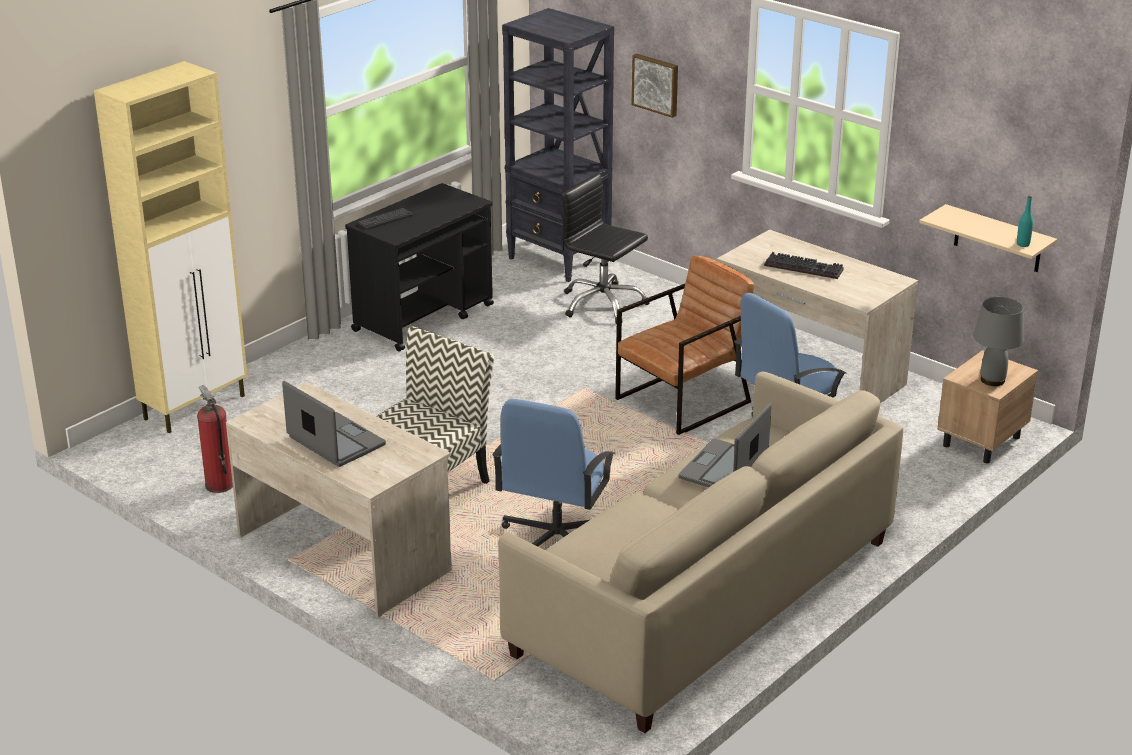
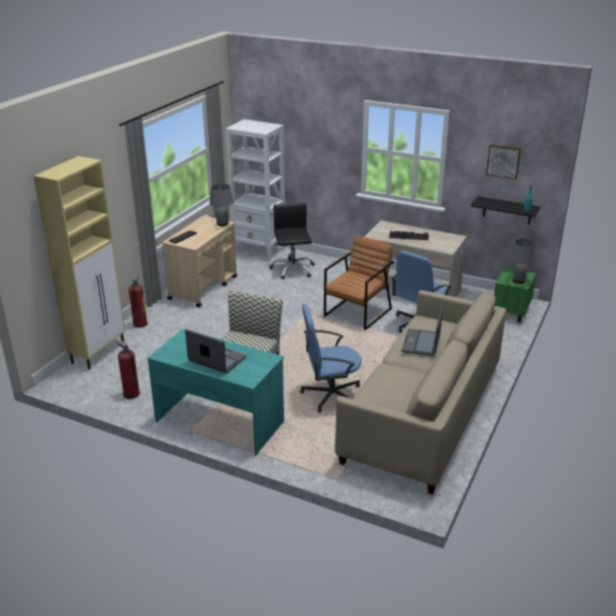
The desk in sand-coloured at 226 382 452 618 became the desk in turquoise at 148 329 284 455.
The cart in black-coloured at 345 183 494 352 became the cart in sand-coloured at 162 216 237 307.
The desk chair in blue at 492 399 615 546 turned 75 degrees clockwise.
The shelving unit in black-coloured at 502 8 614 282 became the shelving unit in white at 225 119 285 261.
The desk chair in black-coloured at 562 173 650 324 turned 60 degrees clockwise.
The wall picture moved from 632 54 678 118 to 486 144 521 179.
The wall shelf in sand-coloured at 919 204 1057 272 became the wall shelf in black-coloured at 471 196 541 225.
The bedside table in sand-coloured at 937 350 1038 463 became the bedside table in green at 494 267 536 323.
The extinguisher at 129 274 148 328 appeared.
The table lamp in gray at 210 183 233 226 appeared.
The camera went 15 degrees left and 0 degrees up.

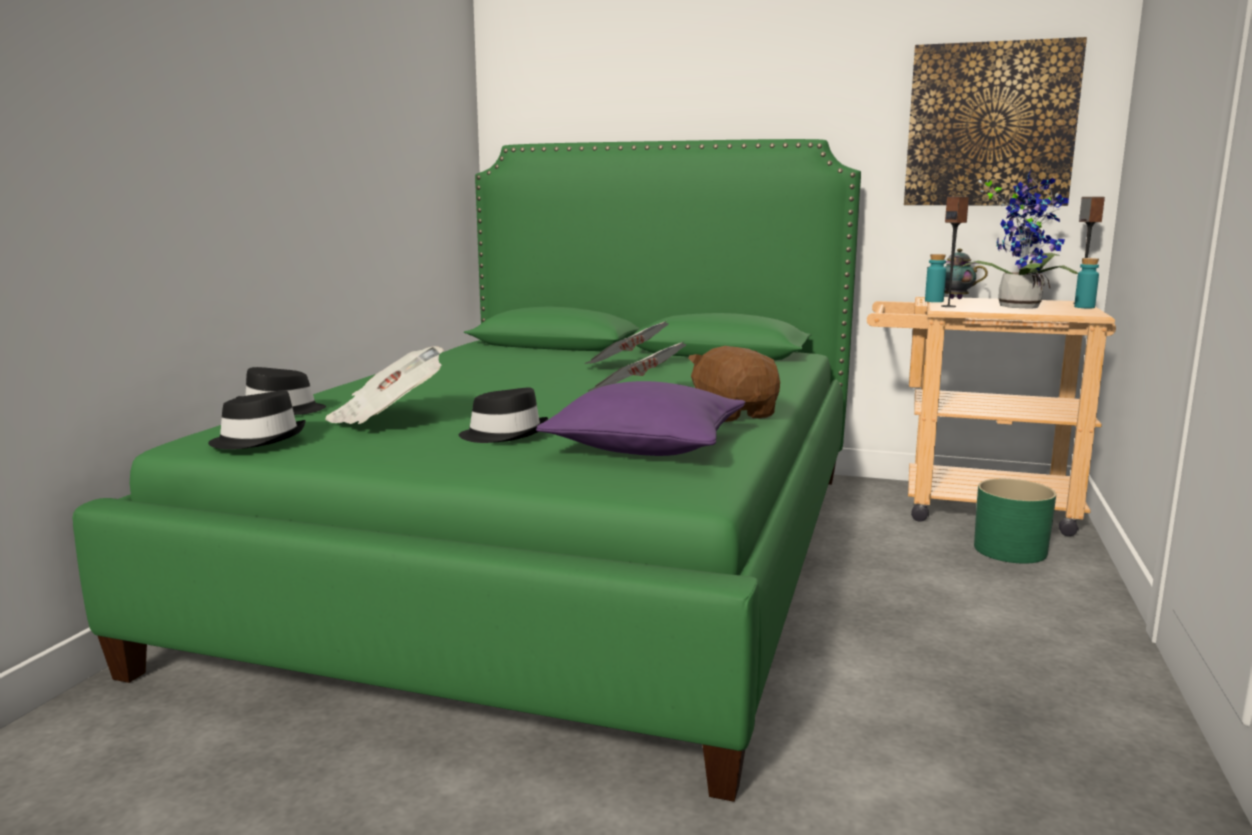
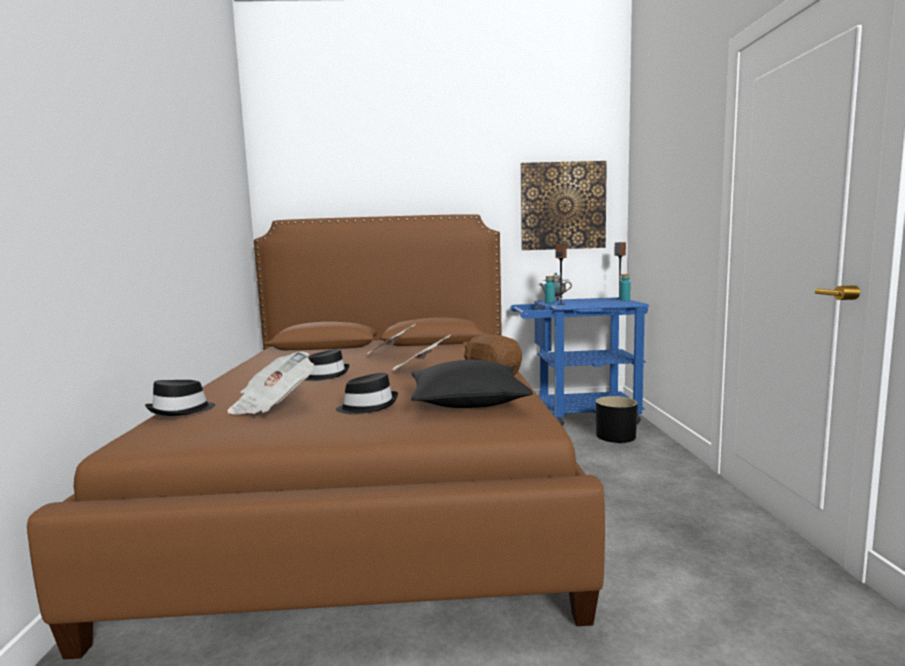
The bedroom bed in green at 72 139 861 802 became the bedroom bed in brown at 27 214 605 660.
The wearable hat in black-coloured moved from 208 390 306 450 to 303 349 349 381.
The pillow in purplish at 536 381 745 456 became the pillow in black-coloured at 411 360 533 408.
The cart in sand-coloured at 867 297 1116 536 became the cart in blue at 510 297 649 426.
The houseplant at 956 170 1078 309 disappeared.
The plant pot in green at 974 479 1056 564 became the plant pot in black-coloured at 596 396 638 443.
The camera went 20 degrees left and 5 degrees down.

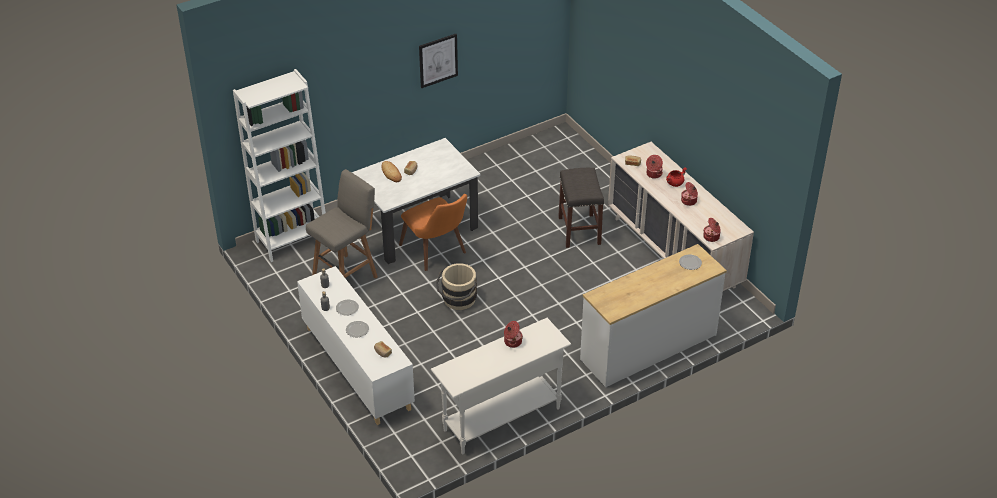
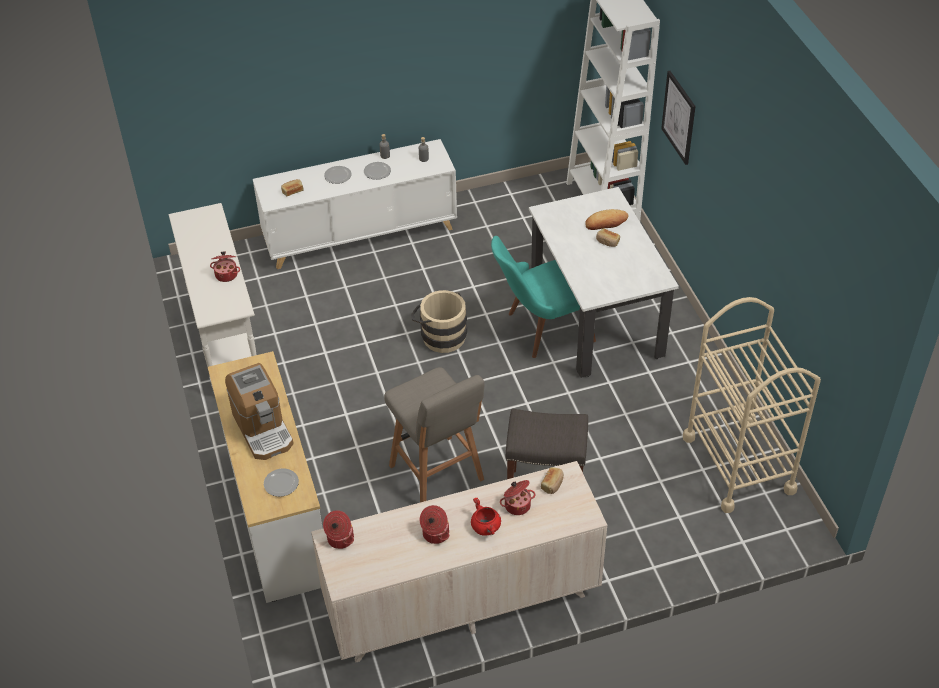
The sitting stool in gray moved from 306 169 378 279 to 384 367 484 502.
The chair in orange-coloured at 399 194 467 271 became the chair in turquoise at 491 236 596 358.
The wall picture moved from 419 34 458 88 to 661 71 696 165.
The coffee brewer at 225 363 294 460 appeared.
The cart in sand-coloured at 683 297 821 513 appeared.
The camera went 105 degrees right and 5 degrees up.

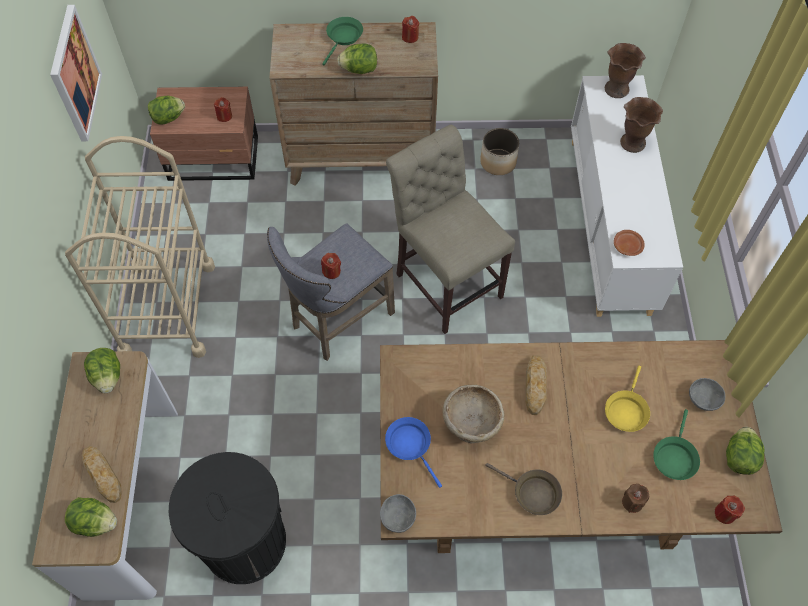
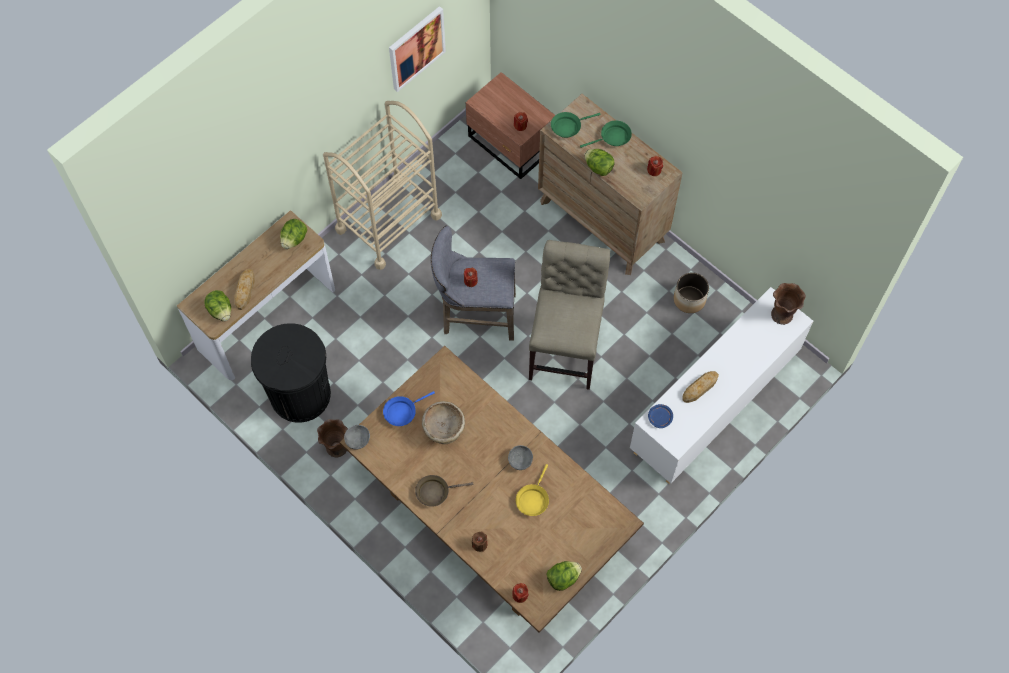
The lettuce head at 148 96 185 125 disappeared.
The skillet in blue at 385 417 442 488 turned 135 degrees counterclockwise.
The skillet in brown at 485 463 562 515 turned 90 degrees clockwise.
The bread moved from 525 355 547 415 to 682 371 719 403.
The skillet in yellow-coloured at 605 365 650 432 turned 45 degrees counterclockwise.
The flat dish in brown at 614 230 645 256 became the flat dish in blue at 648 404 673 428.
The vase in brown moved from 620 97 663 153 to 317 419 348 457.
The skillet in green moved from 653 409 700 480 to 551 112 600 138.
The deep dish in gray moved from 689 378 725 411 to 508 445 533 470.
The camera went 45 degrees right and 5 degrees up.

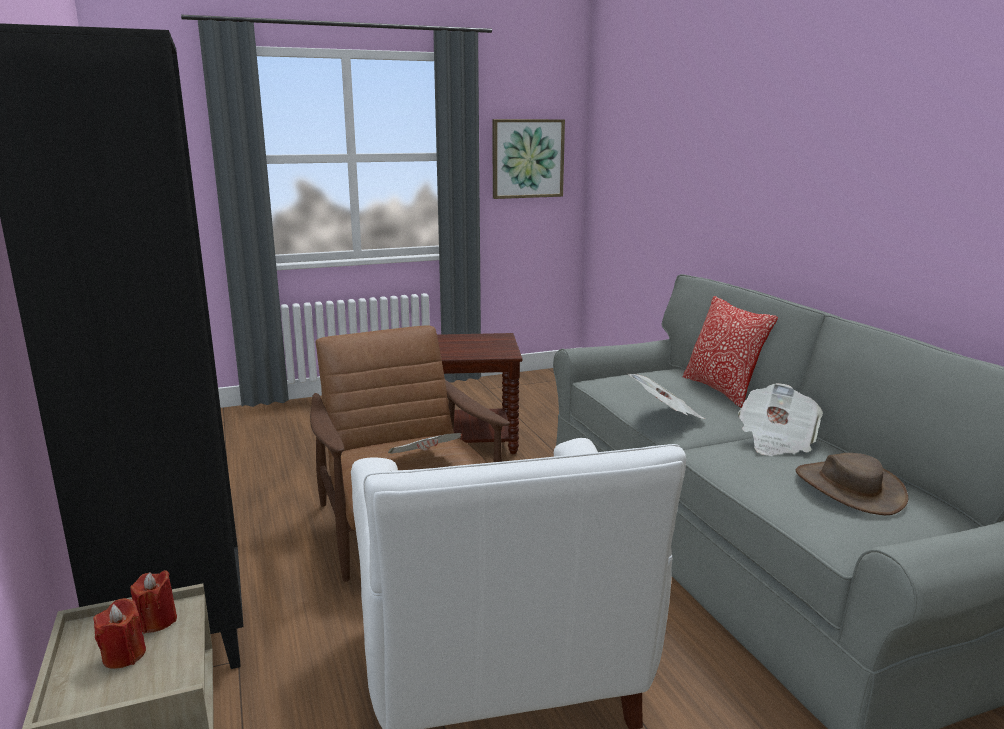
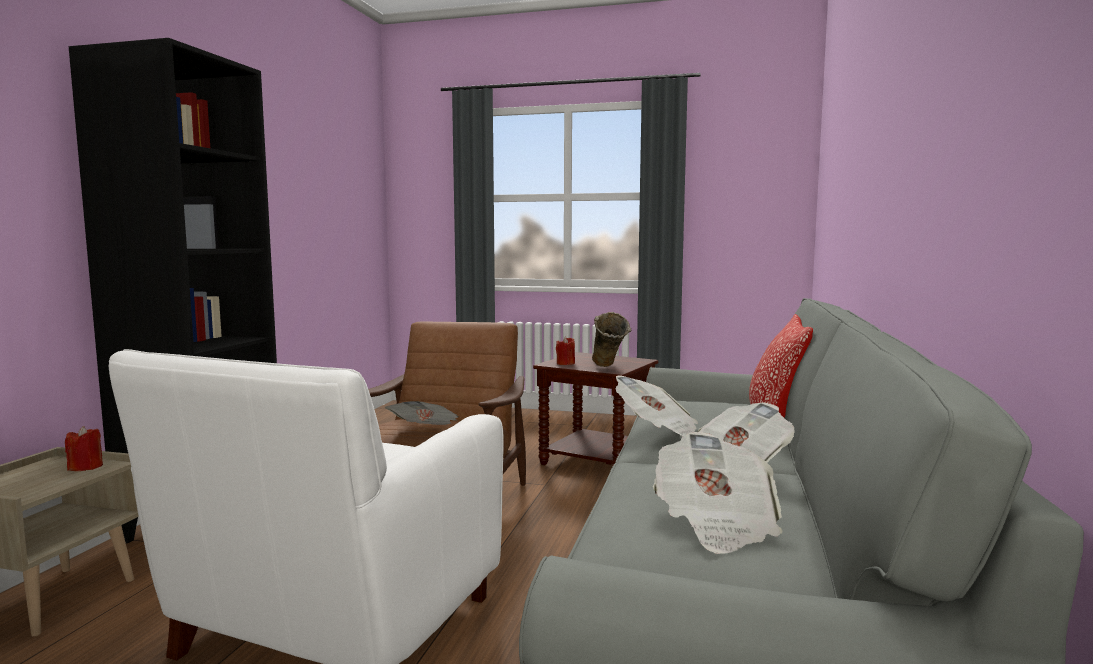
The candle in red-coloured moved from 93 598 146 669 to 556 337 575 365.
The wall picture at 492 119 565 199 disappeared.
The wearable hat in brown at 796 453 908 515 was replaced by the printed paper at 653 432 782 554.
The vase in sand-coloured at 592 312 631 367 appeared.
The camera went 35 degrees right and 10 degrees down.

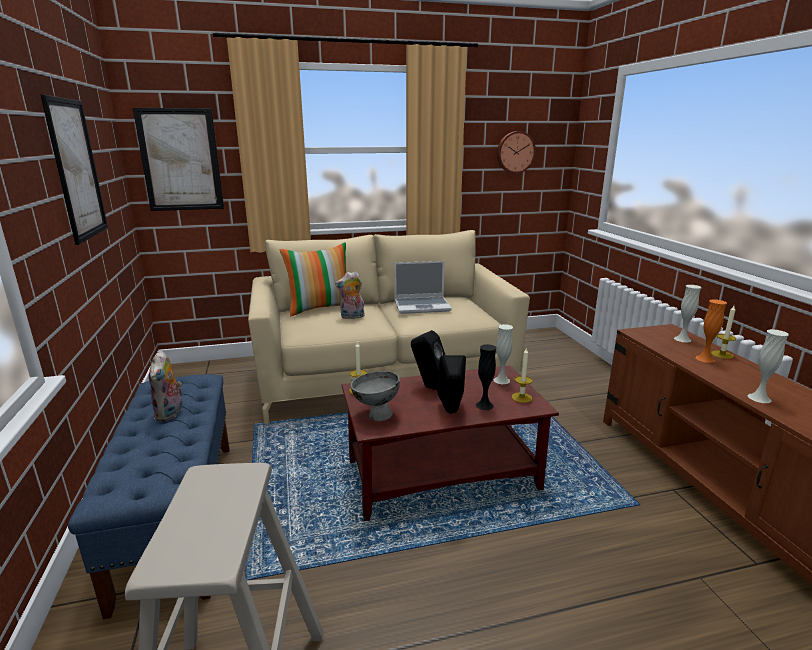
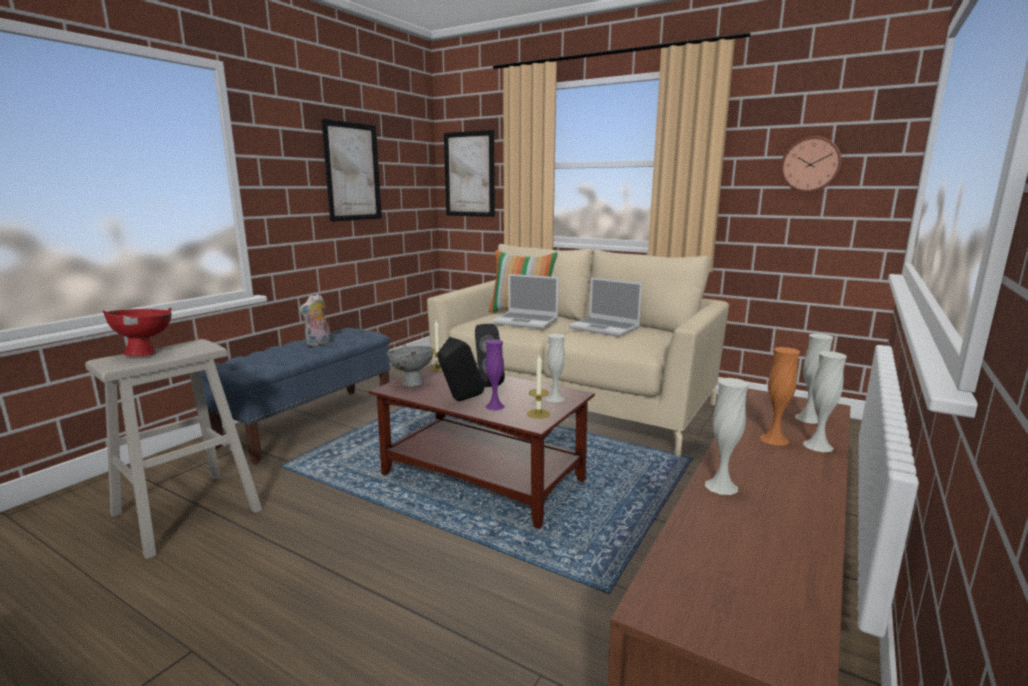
The cuddly toy at 335 271 365 319 was replaced by the laptop at 492 274 559 329.
The vase in black-coloured at 476 344 496 410 became the vase in purplish at 485 339 505 410.
The candle at 711 306 736 359 was replaced by the vase in white at 802 351 847 452.
The deep dish in red-coloured at 103 308 172 356 appeared.
The camera went 45 degrees right and 5 degrees down.

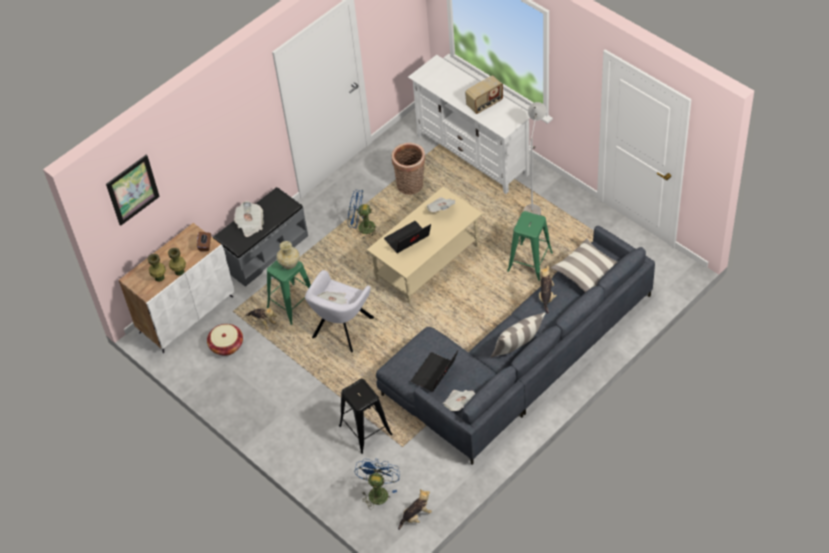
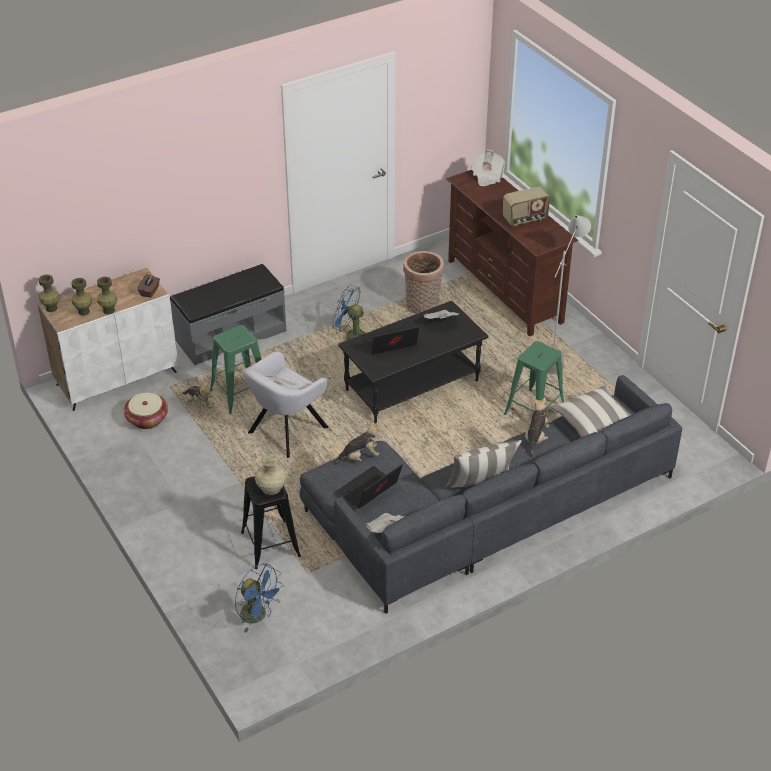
The wall picture at 106 155 160 226 disappeared.
The printed paper moved from 234 201 263 237 to 471 150 505 186.
The vase in sand-coloured moved from 276 241 299 269 to 255 454 286 495.
The cooling fan in blue at 355 459 400 510 turned 105 degrees clockwise.
The lounge table in sand-coloured at 367 187 482 304 became the lounge table in black-coloured at 338 301 488 423.
The cuddly toy moved from 398 489 432 530 to 334 420 381 465.
The tv unit in white at 408 55 530 194 became the tv unit in brown at 446 170 579 337.
The vase in green at 38 275 60 312 appeared.
The camera went 10 degrees right and 10 degrees down.

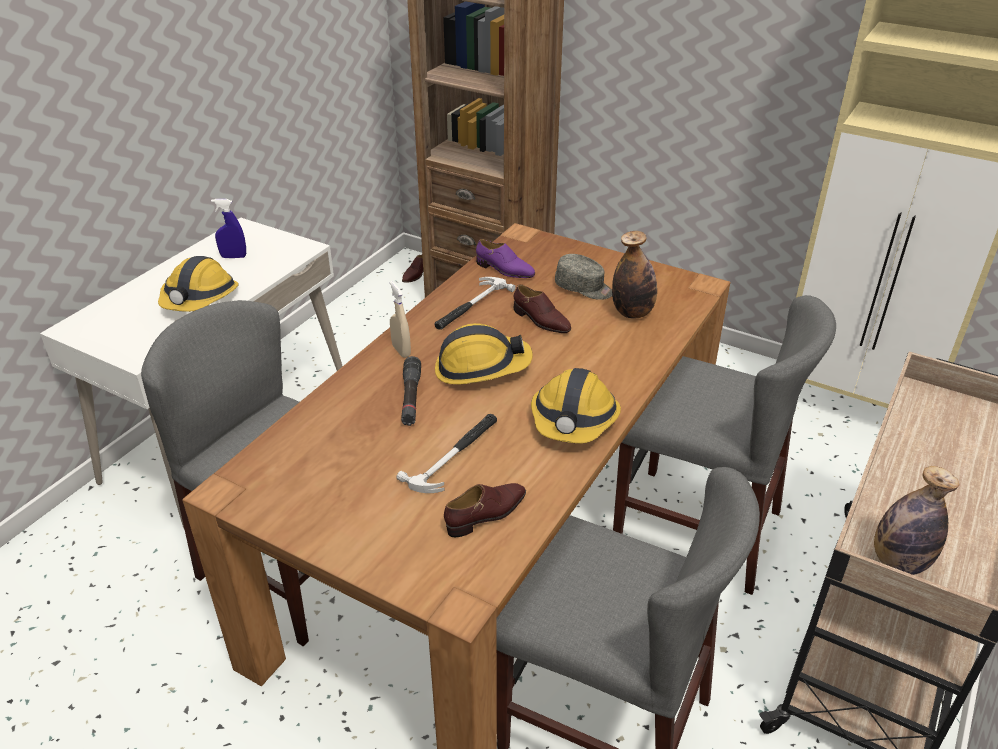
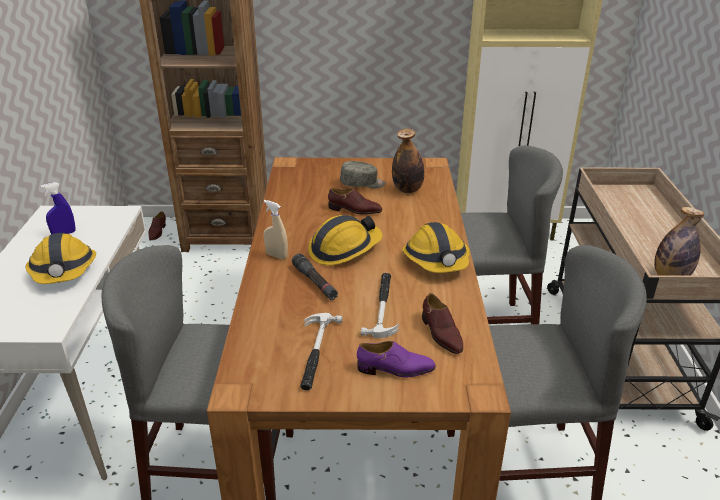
The tool hammer moved from 434 277 515 330 to 300 313 343 390.
The item of footwear in brown at 444 483 526 537 turned 135 degrees clockwise.
The item of footwear in purplish moved from 476 239 535 278 to 357 341 436 377.
The camera went 30 degrees left and 5 degrees down.

